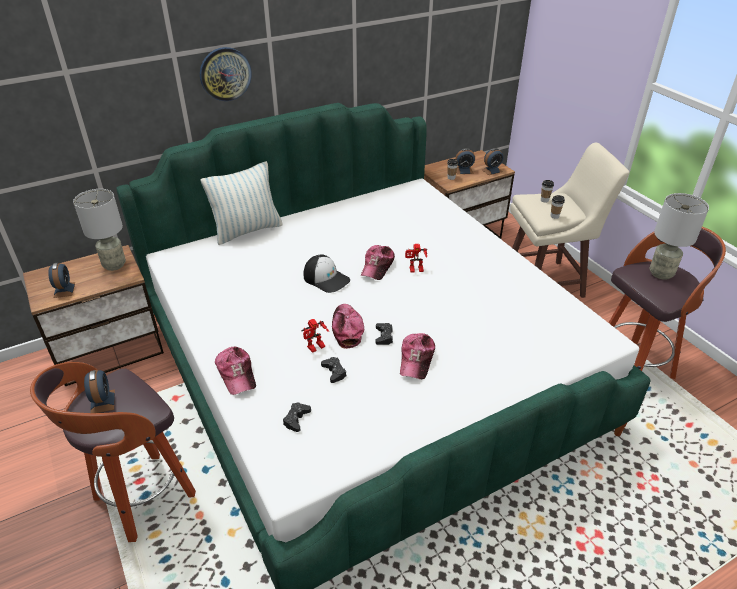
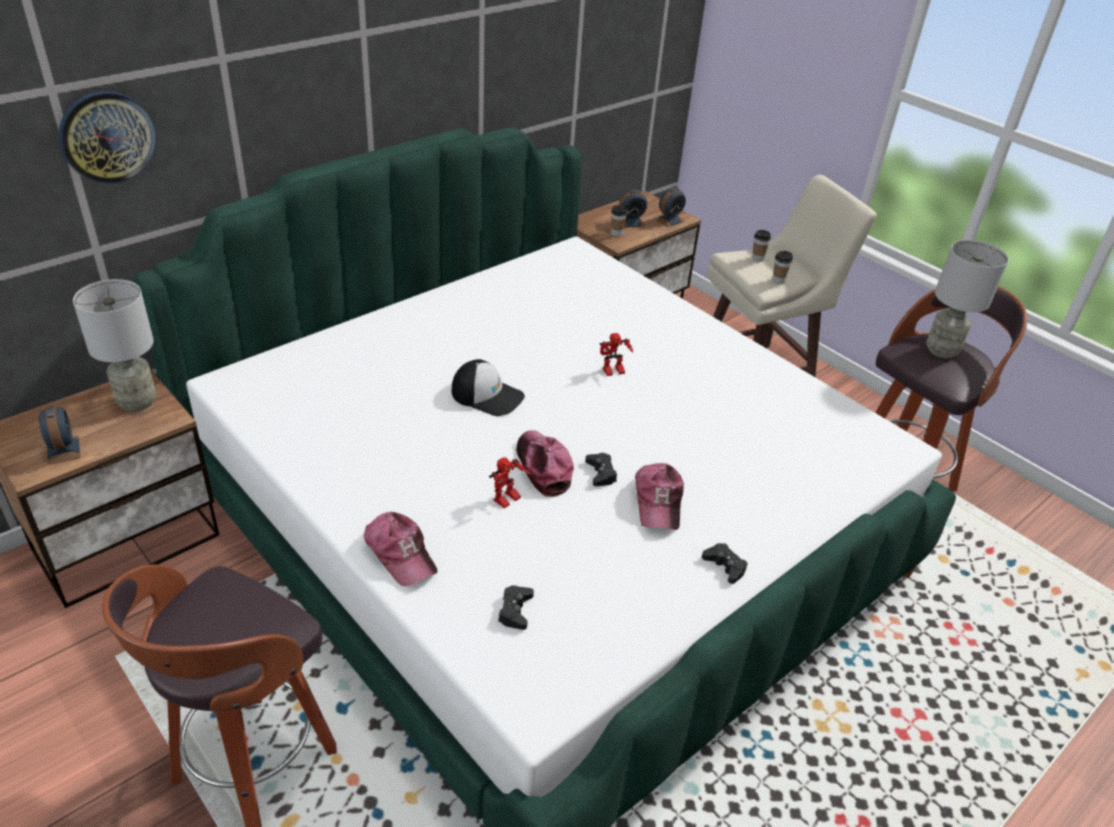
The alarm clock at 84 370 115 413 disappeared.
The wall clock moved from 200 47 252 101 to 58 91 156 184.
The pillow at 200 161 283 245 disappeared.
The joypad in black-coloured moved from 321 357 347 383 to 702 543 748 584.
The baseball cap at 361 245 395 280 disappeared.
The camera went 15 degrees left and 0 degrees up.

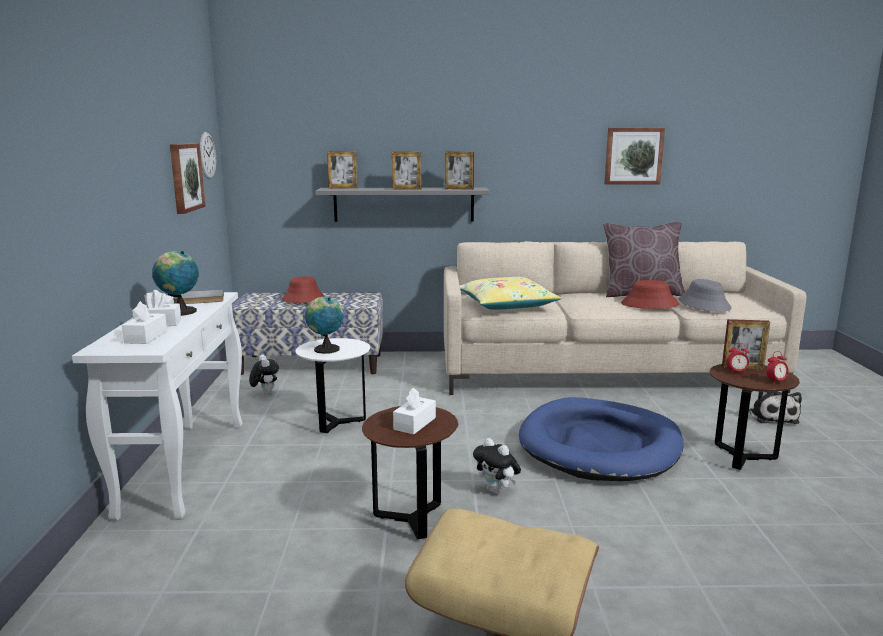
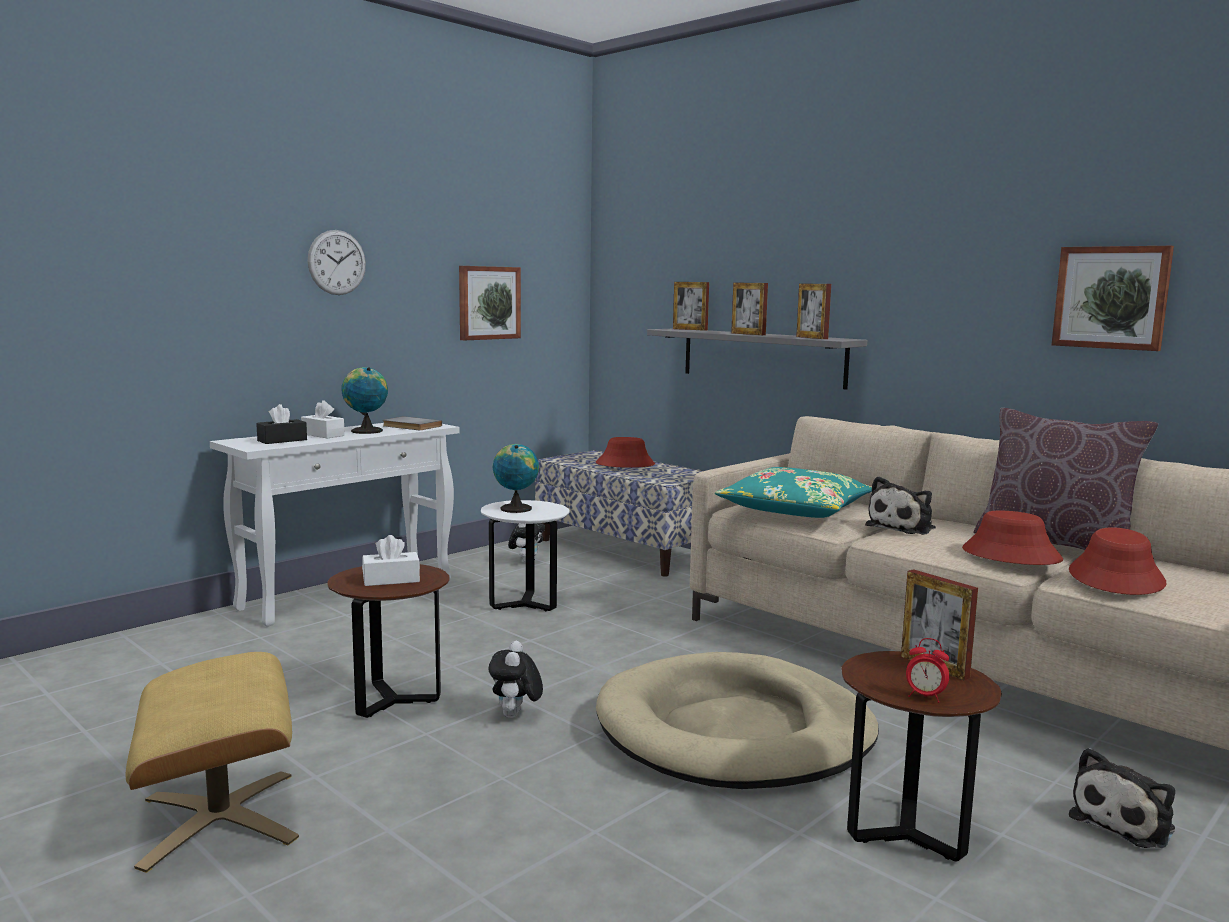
The tissue box in white at 122 301 167 344 became the tissue box in black-coloured at 256 404 307 444.
The wall clock moved from 200 132 216 179 to 308 230 366 295.
The pillow in yellow-coloured at 460 277 562 310 became the pillow in turquoise at 715 467 872 518.
The dog bed in blue at 519 397 684 481 became the dog bed in sand-coloured at 596 652 879 789.
The wearable hat in gray at 679 279 732 312 became the wearable hat in red-coloured at 1069 527 1166 595.
The alarm clock at 726 343 750 374 disappeared.
The cuddly toy at 865 476 936 535 appeared.
The camera went 45 degrees right and 5 degrees down.

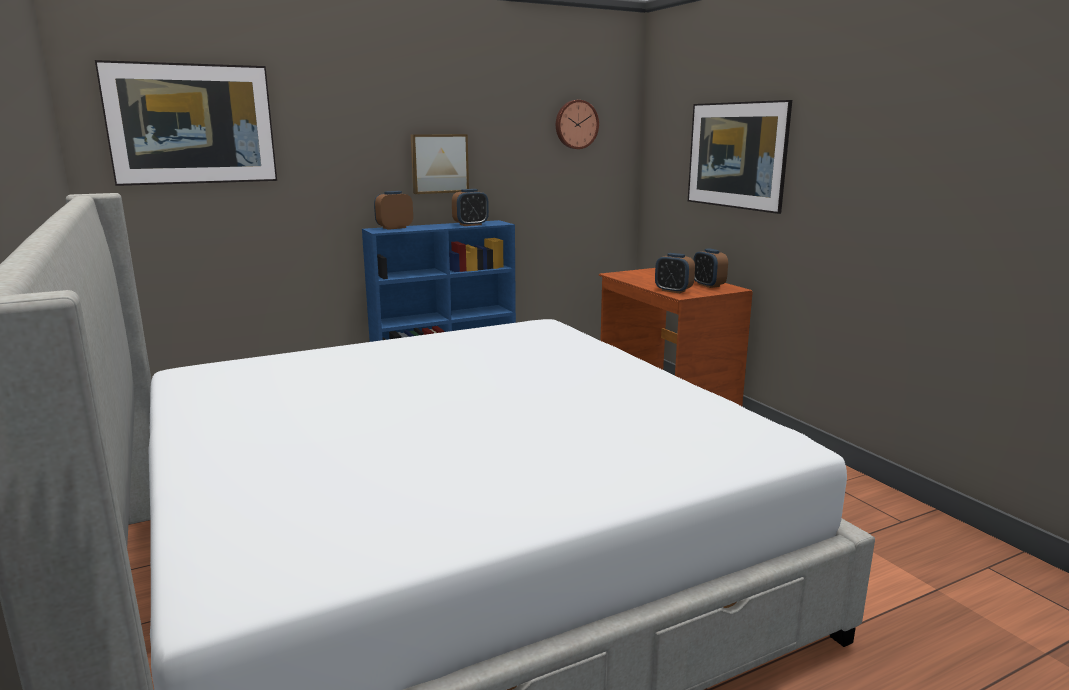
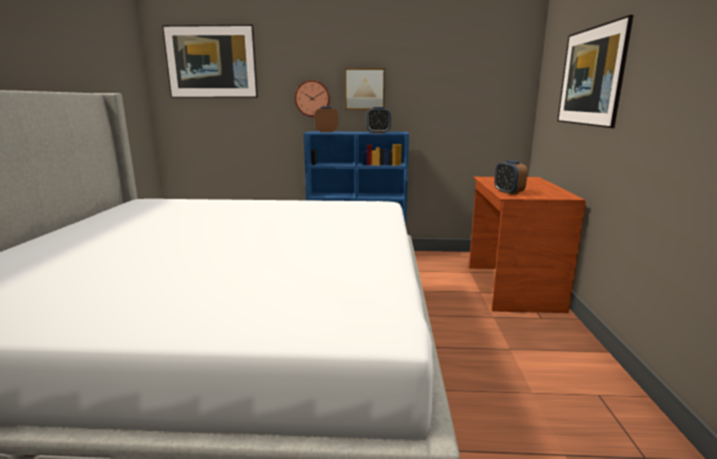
The wall clock moved from 556 100 599 149 to 295 80 330 117.
The alarm clock at 693 248 728 288 disappeared.
The camera went 30 degrees right and 0 degrees up.

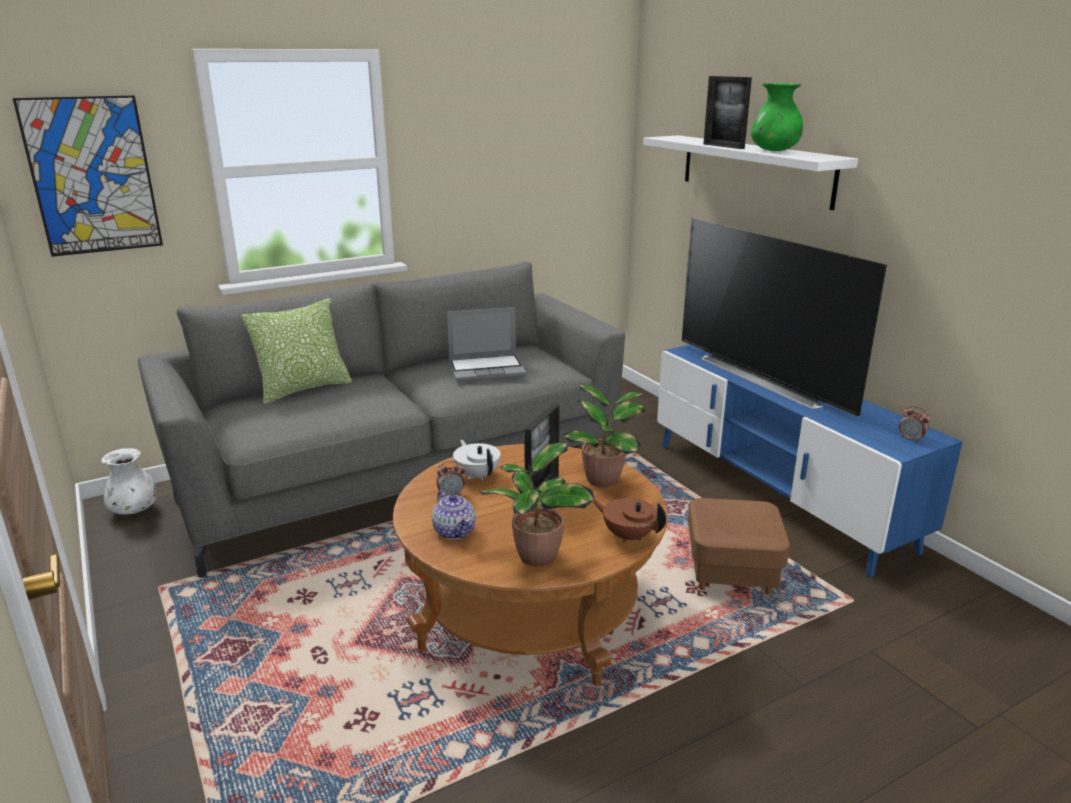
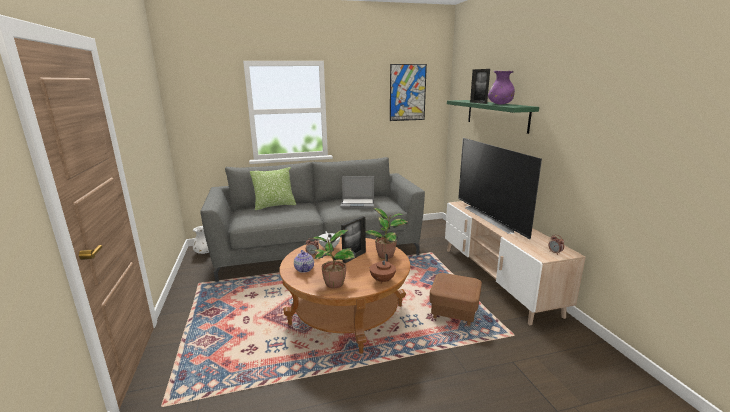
The wall picture moved from 13 95 163 257 to 390 64 427 121.
The teapot in brown at 593 498 666 543 turned 120 degrees counterclockwise.
The wall shelf in white at 643 135 858 210 became the wall shelf in green at 447 100 539 134.
The tv unit in blue at 657 345 963 577 became the tv unit in sand-coloured at 445 201 586 326.
The vase in green at 751 83 803 151 became the vase in purplish at 488 71 515 104.
The camera went 15 degrees right and 5 degrees down.

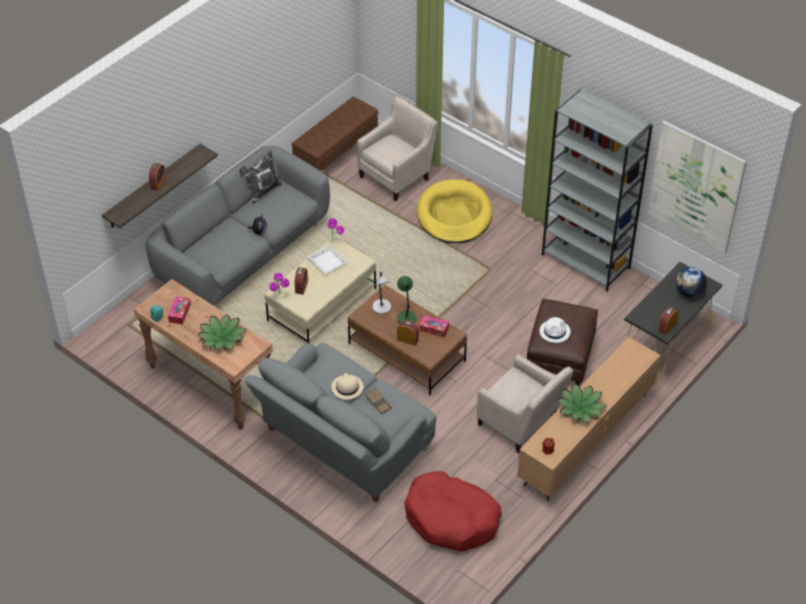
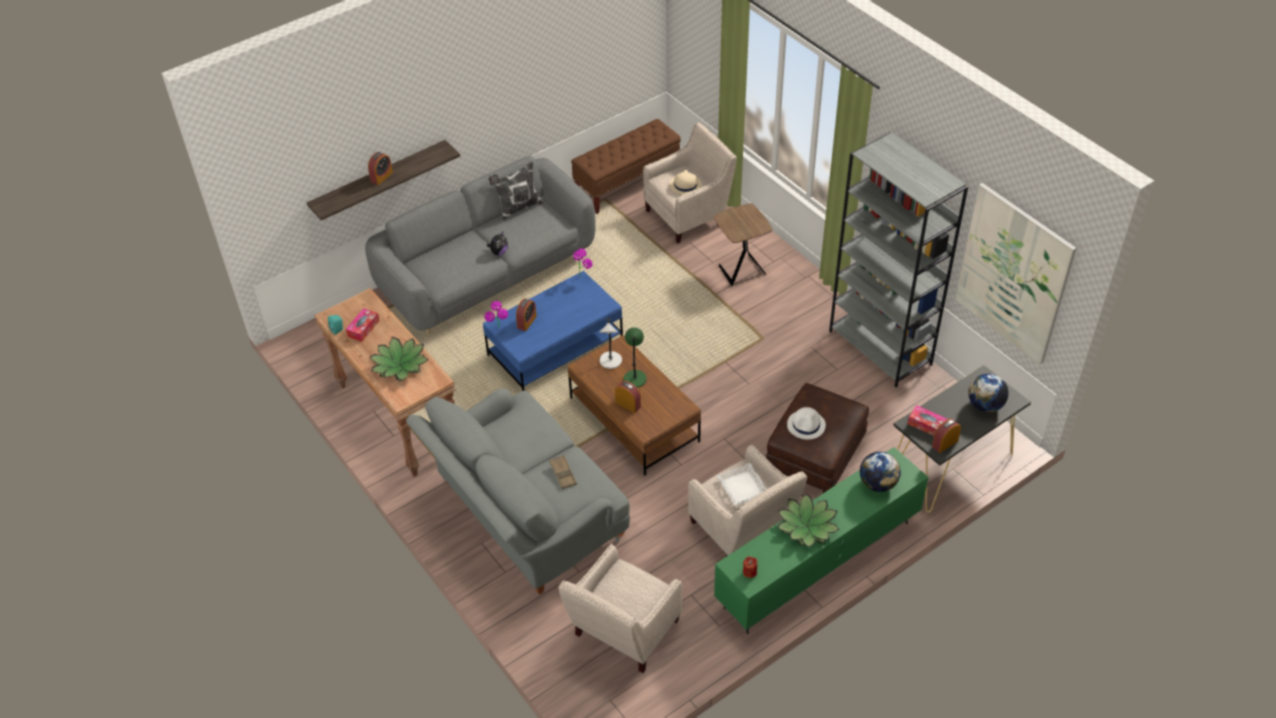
The lounge table in sand-coloured at 265 237 376 343 became the lounge table in blue at 483 271 623 391.
The serving tray in white moved from 307 245 348 274 to 716 463 767 506.
The wearable hat in sand-coloured moved from 331 373 363 400 to 670 170 702 195.
The dog bed in red-coloured at 404 471 502 552 was replaced by the lounge chair in sand-coloured at 558 544 682 673.
The dog bed in yellow-coloured at 417 179 492 243 was replaced by the accent table in brown at 714 203 772 286.
The tissue box moved from 419 315 449 338 to 908 405 947 436.
The tv unit in brown at 517 337 661 501 became the tv unit in green at 714 447 928 634.
The globe at 860 452 901 492 appeared.
The camera went 15 degrees right and 0 degrees up.

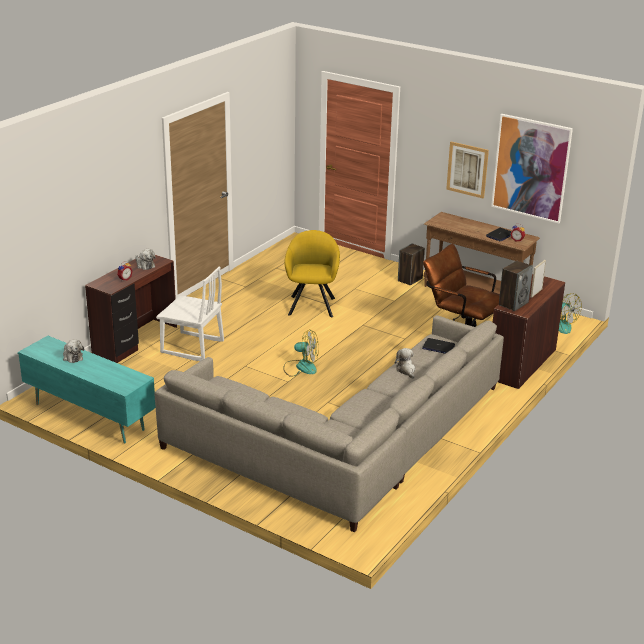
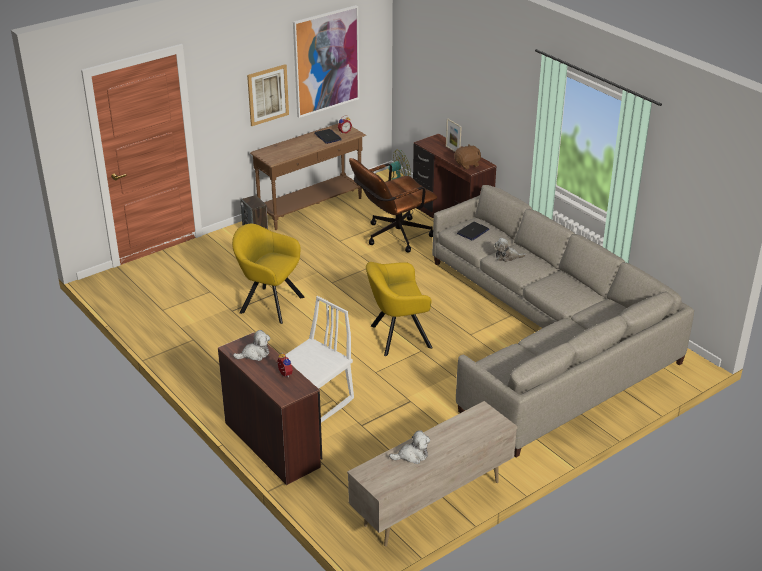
The tv unit in turquoise at 17 336 156 444 became the tv unit in sand-coloured at 347 401 518 547.
The cooling fan at 283 331 319 377 was replaced by the lounge chair in yellow-coloured at 366 262 433 356.
The speaker at 499 260 533 311 was replaced by the cuddly toy in brown at 454 144 481 169.
The camera went 70 degrees left and 5 degrees up.

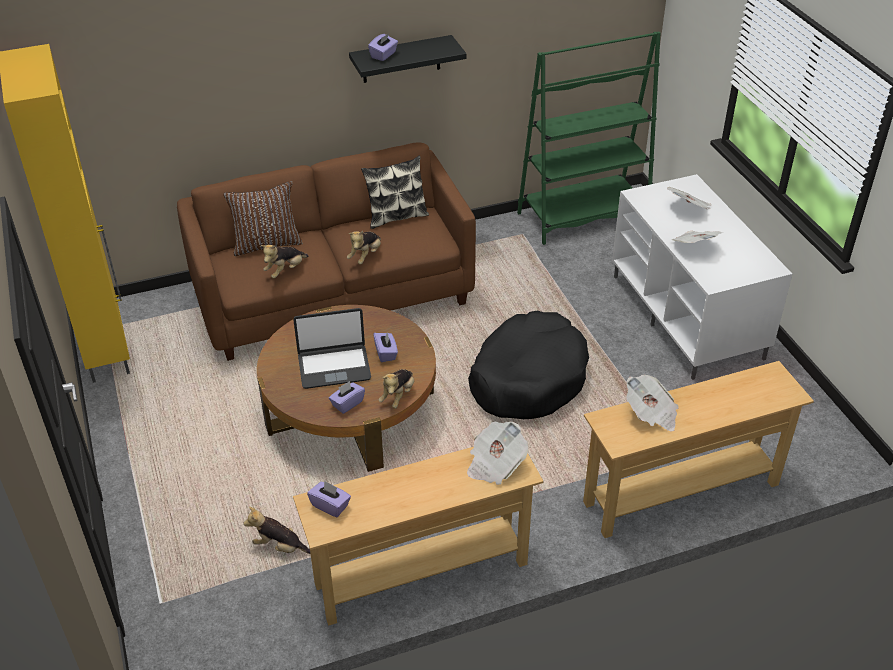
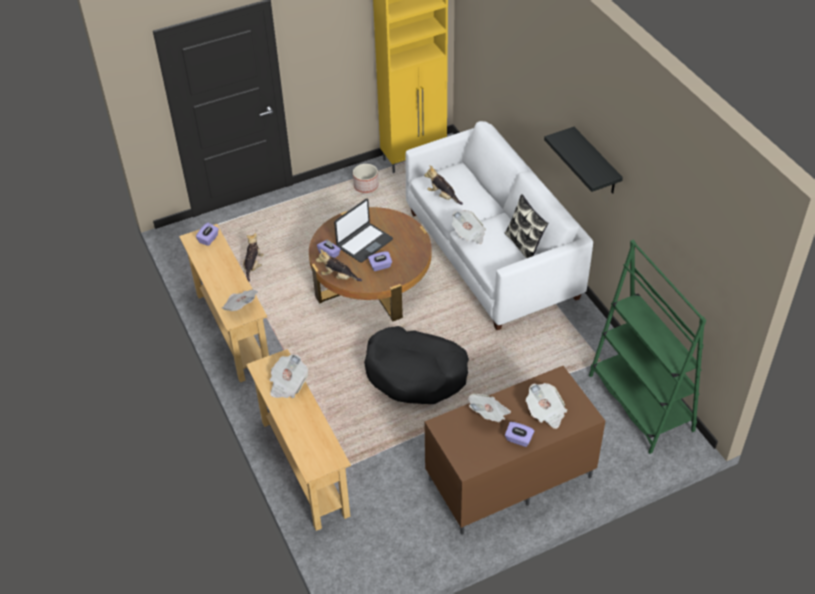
The couch in brown at 177 142 476 361 became the couch in white at 405 121 593 330.
The pillow in brown at 223 181 303 256 disappeared.
The laptop at 293 308 371 389 turned 120 degrees counterclockwise.
The cuddly toy at 347 231 381 264 was replaced by the printed paper at 452 210 486 244.
The tissue box in purplish moved from 368 33 398 61 to 505 422 534 447.
The tv unit in white at 612 174 793 380 became the tv unit in brown at 424 366 605 535.
The plant pot at 353 164 379 193 appeared.
The camera went 85 degrees right and 5 degrees up.

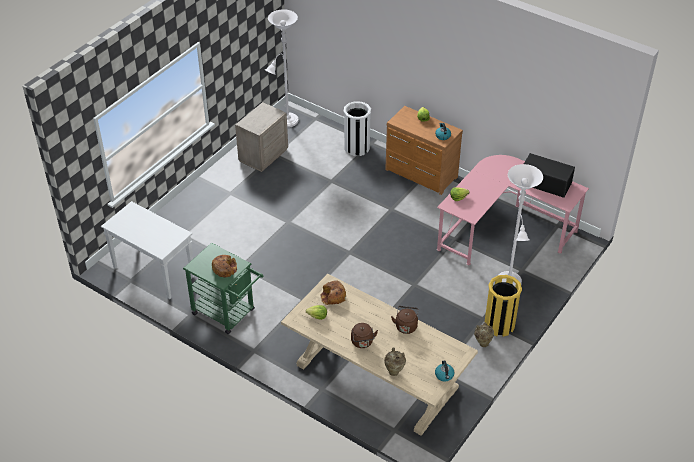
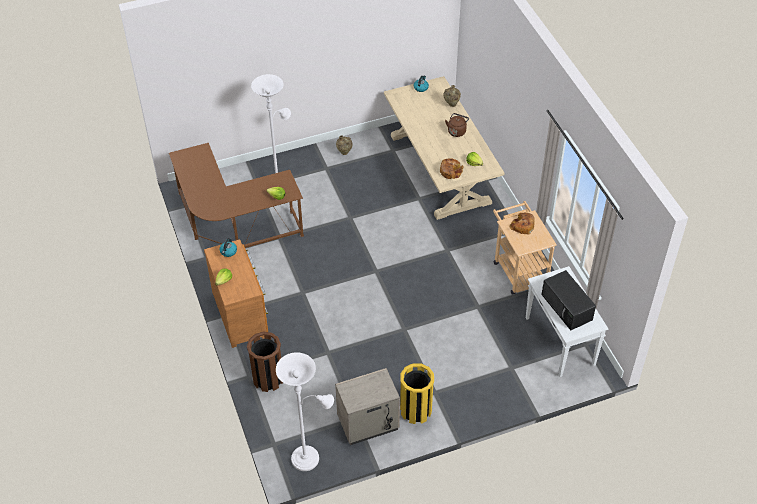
The cart in green at 183 243 263 334 became the cart in sand-coloured at 493 201 557 295.
The waste bin in white at 344 101 371 156 became the waste bin in brown at 247 332 283 392.
The water kettle in brown at 391 306 419 334 disappeared.
The desk in pinkish at 437 155 589 265 became the desk in brown at 169 143 304 248.
The waste bin in yellow-coloured moved from 485 275 522 337 to 400 363 434 424.
The microwave in black-coloured moved from 524 153 575 198 to 541 270 596 330.
The camera went 145 degrees left and 5 degrees up.

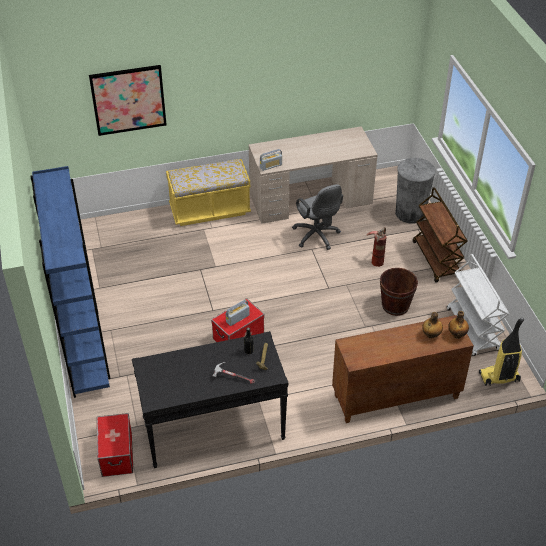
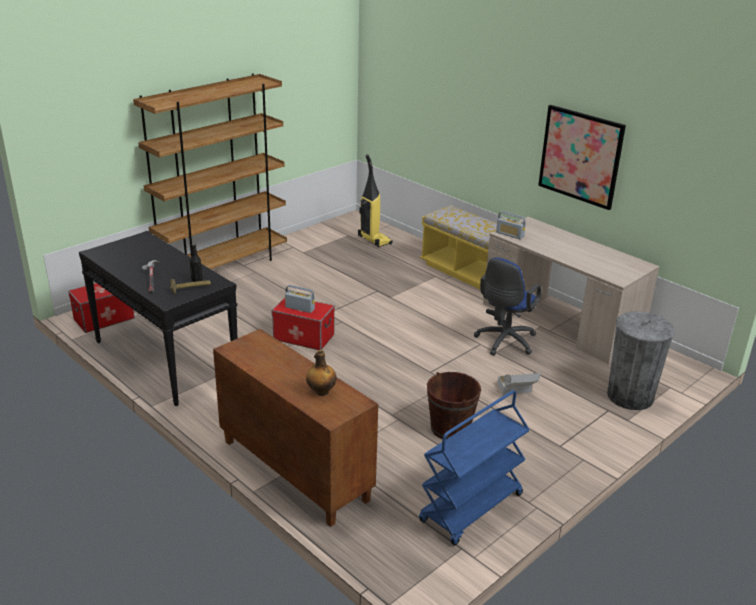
The shelving unit in blue at 30 166 110 398 became the shelving unit in brown at 133 73 287 269.
The wall picture moved from 89 65 167 136 to 538 105 626 210.
The desk chair in gray at 292 184 343 250 became the desk chair in blue at 474 257 542 356.
The extinguisher at 367 227 386 267 was replaced by the cardboard box at 497 372 541 395.
The cart in brown at 413 187 468 283 disappeared.
The cart in white at 447 254 509 356 became the cart in blue at 419 390 530 545.
The beverage bottle at 448 311 469 339 disappeared.
The vacuum moved from 479 318 524 386 to 358 154 393 247.
The camera went 60 degrees right and 15 degrees down.

